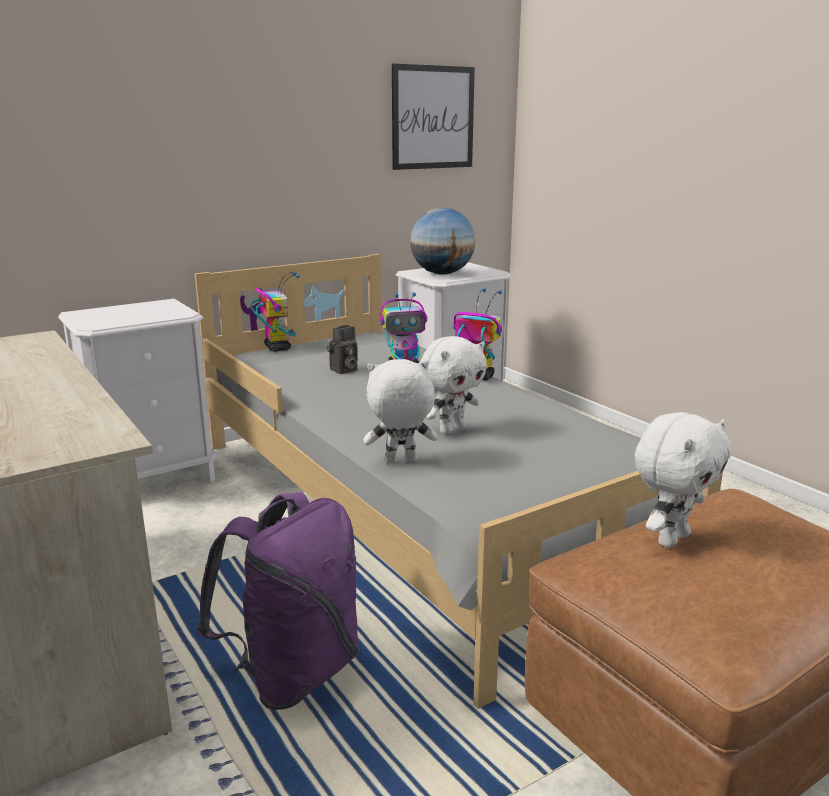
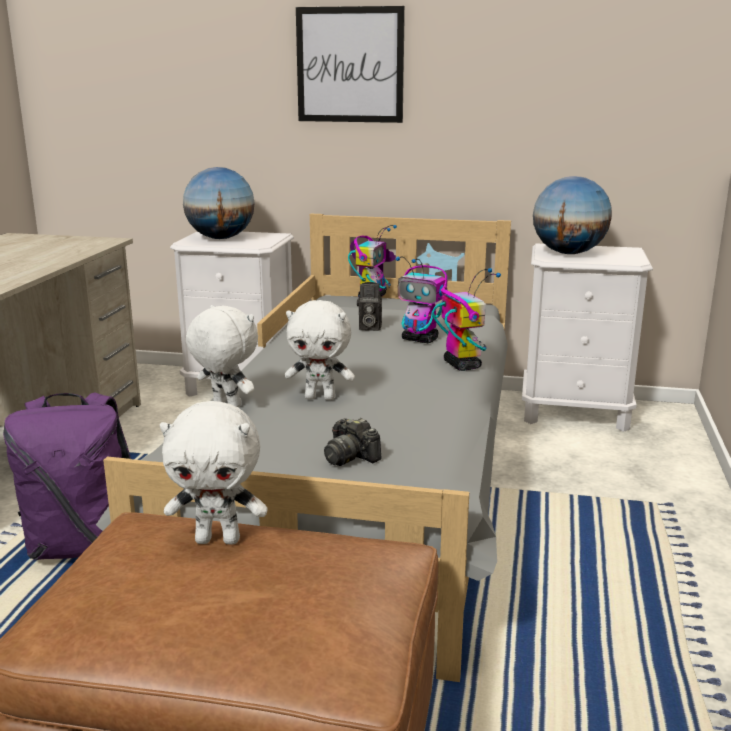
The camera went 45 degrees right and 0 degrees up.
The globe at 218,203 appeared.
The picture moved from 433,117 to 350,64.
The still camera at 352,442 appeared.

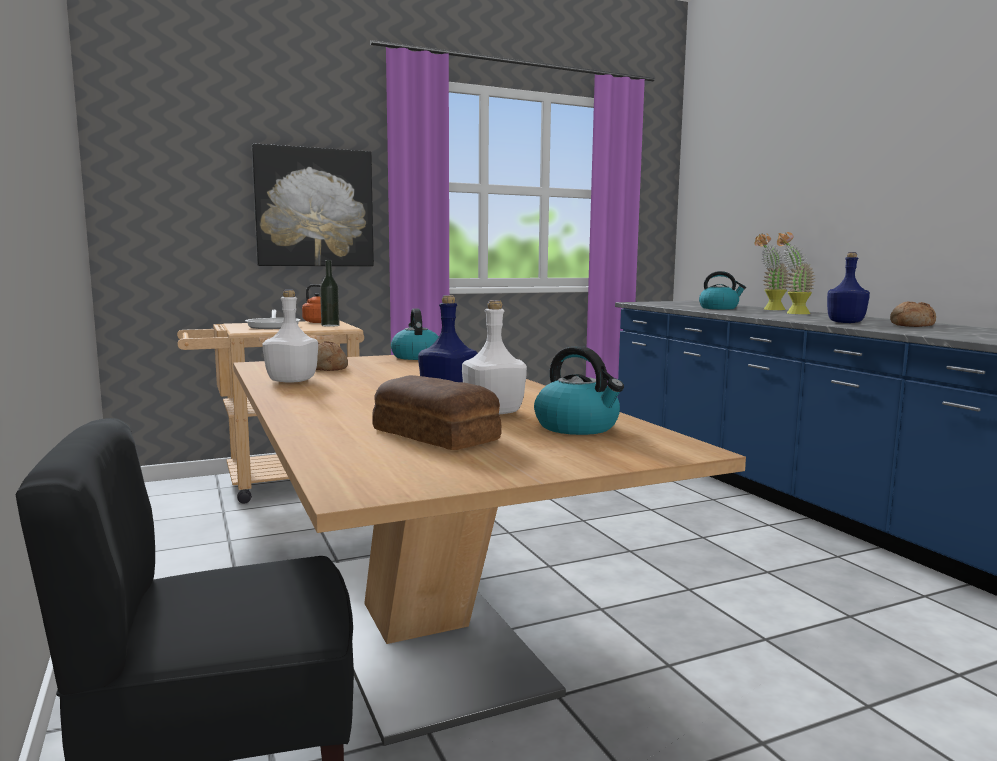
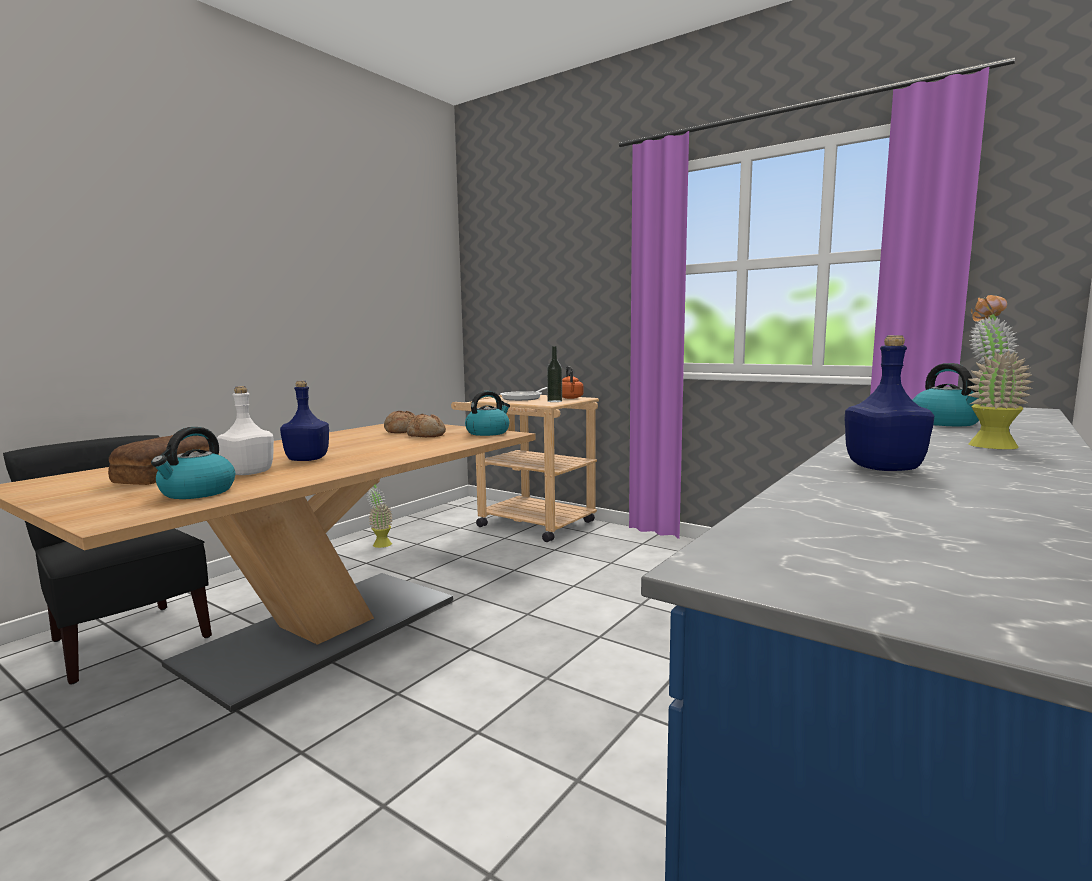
The camera went 60 degrees right and 0 degrees up.
The plant in a pot moved from 771,271 to 380,513.
The bread moved from 913,314 to 426,425.
The picture at 313,204 disappeared.
The whitish beverage bottle at 290,336 disappeared.

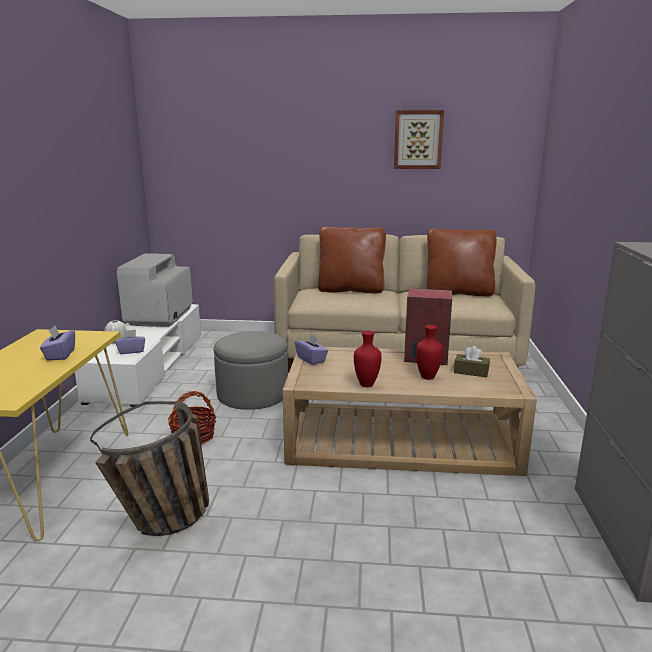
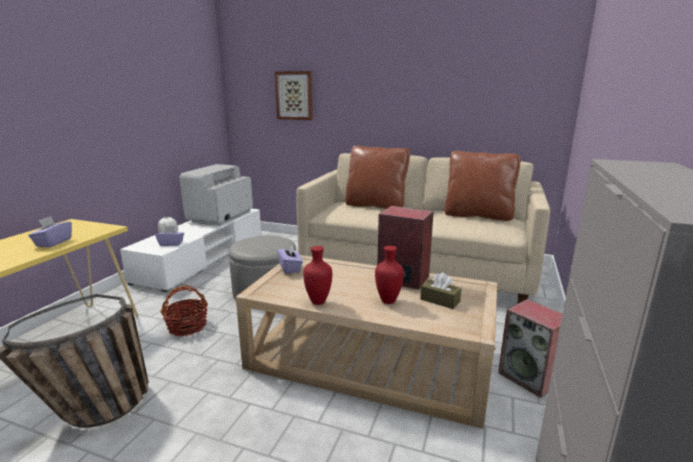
The camera went 15 degrees right and 0 degrees up.
The picture moved from 419,139 to 293,95.
The audio speaker at 530,348 appeared.

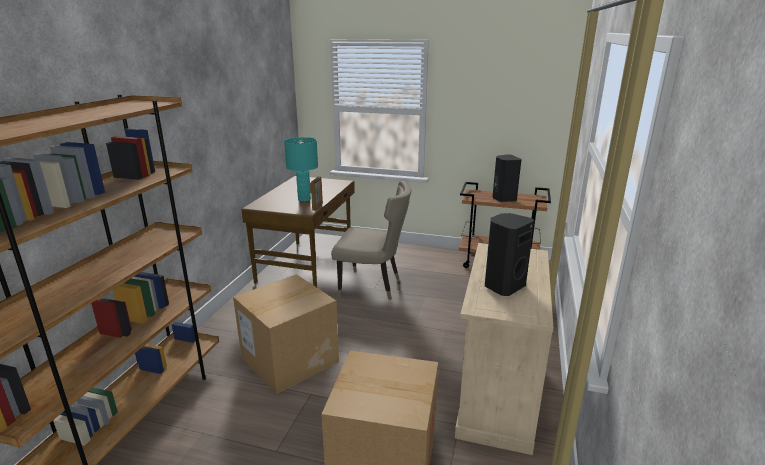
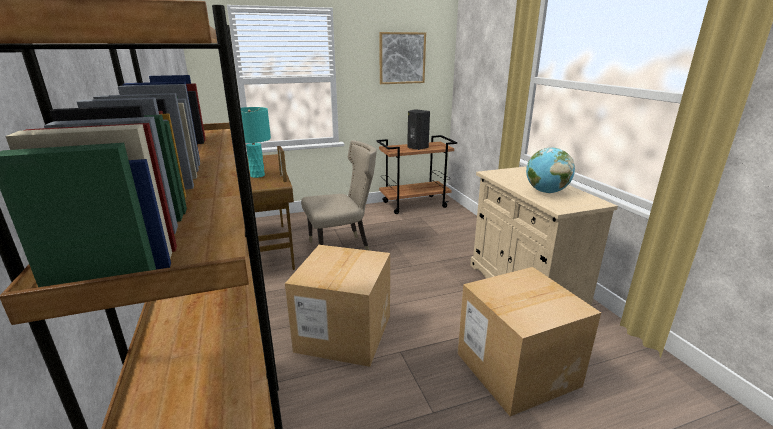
The camera went 35 degrees left and 0 degrees up.
The picture at 402,58 appeared.
The black audio speaker at 509,254 was replaced by the globe at 550,170.

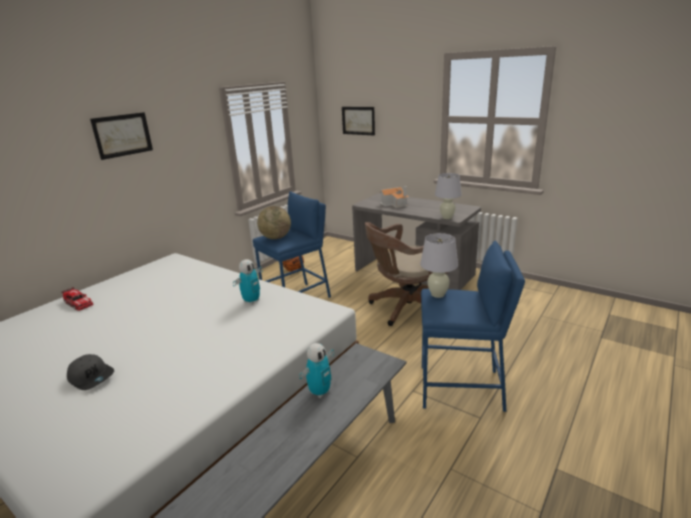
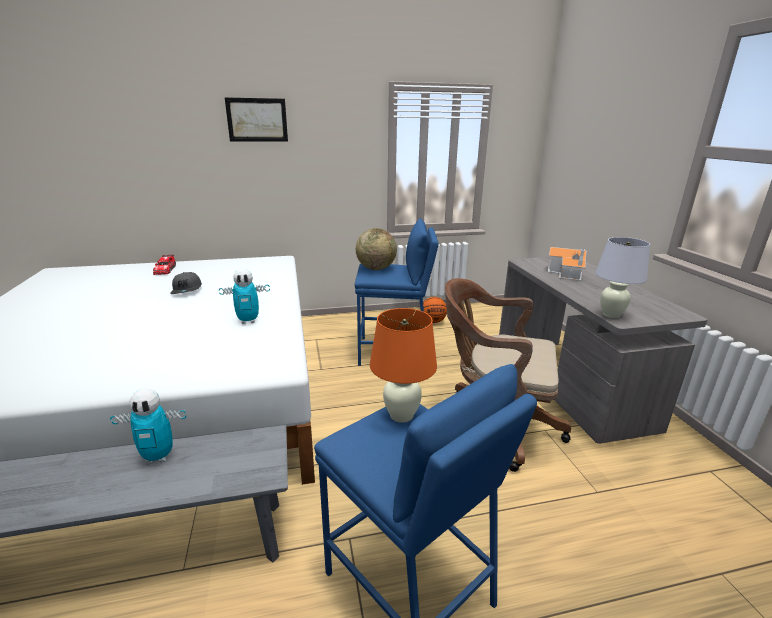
The camera went 40 degrees right and 0 degrees up.
The grey cap moved from 90,372 to 186,283.
The whitish lamp for a table at 439,265 became the orange lamp for a table at 403,365.
The picture at 358,121 disappeared.

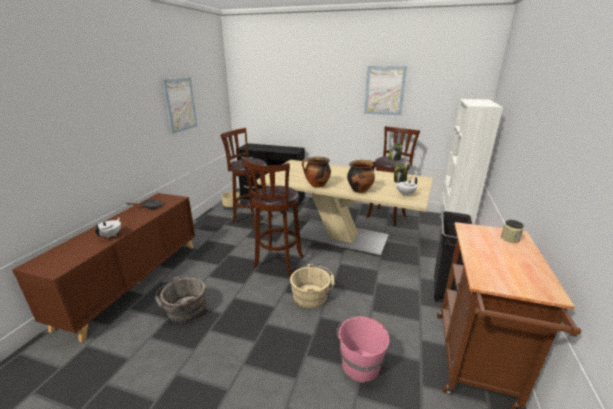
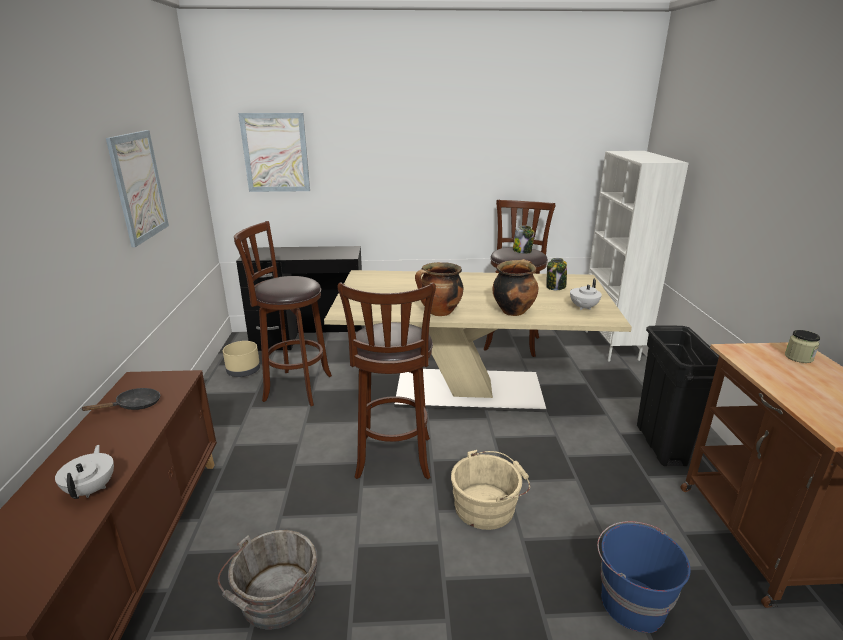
The camera went 20 degrees left and 0 degrees up.
The picture moved from 385,90 to 274,152.
The pinkish pail at 363,349 became the bluish pail at 644,577.

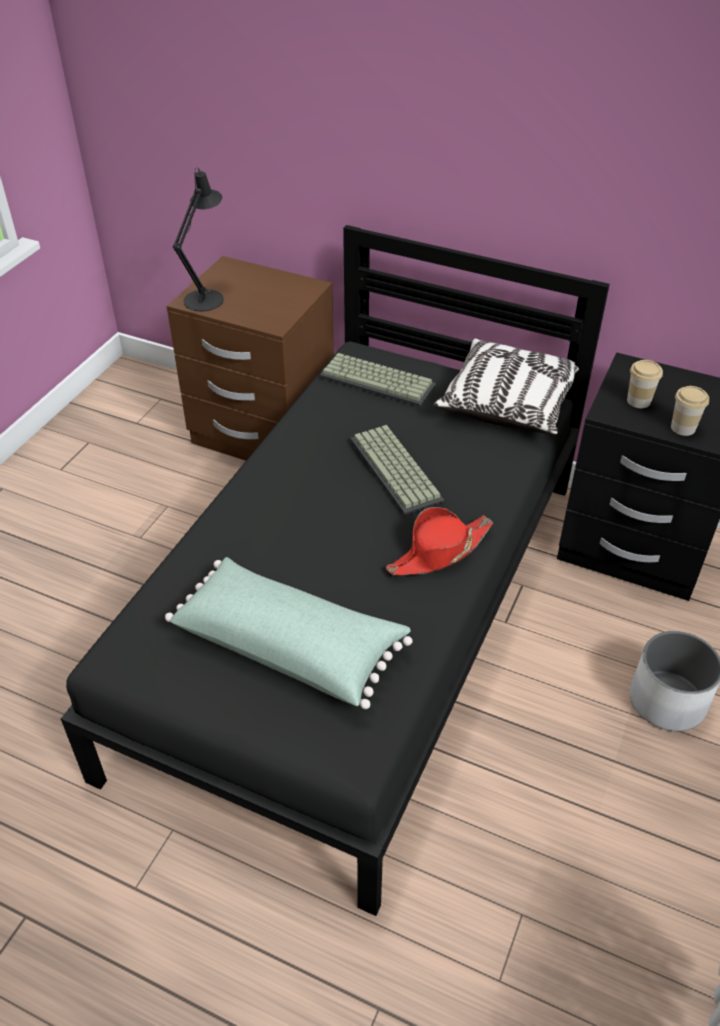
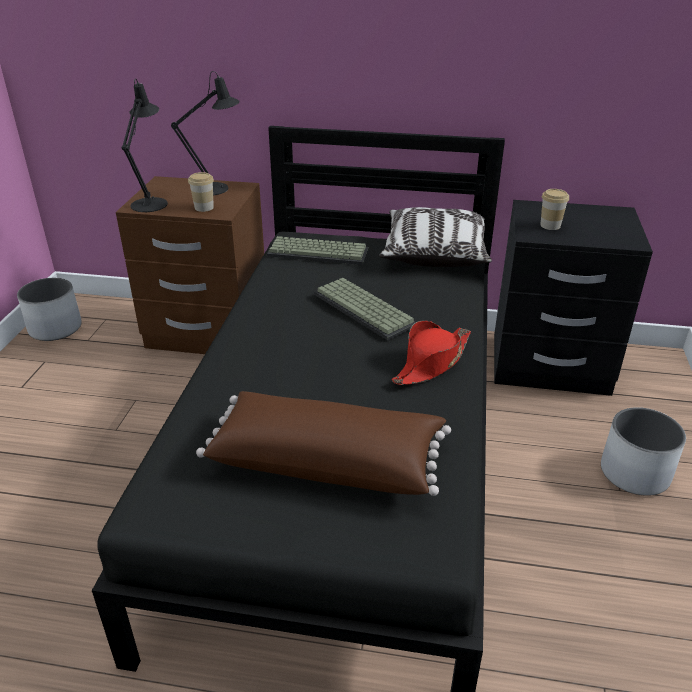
The camera went 15 degrees left and 10 degrees down.
The whitish plant pot at 49,309 appeared.
The black lamp for a table at 205,133 appeared.
The small cup moved from 690,411 to 201,192.
The green pillow at 288,633 became the brown pillow at 323,443.

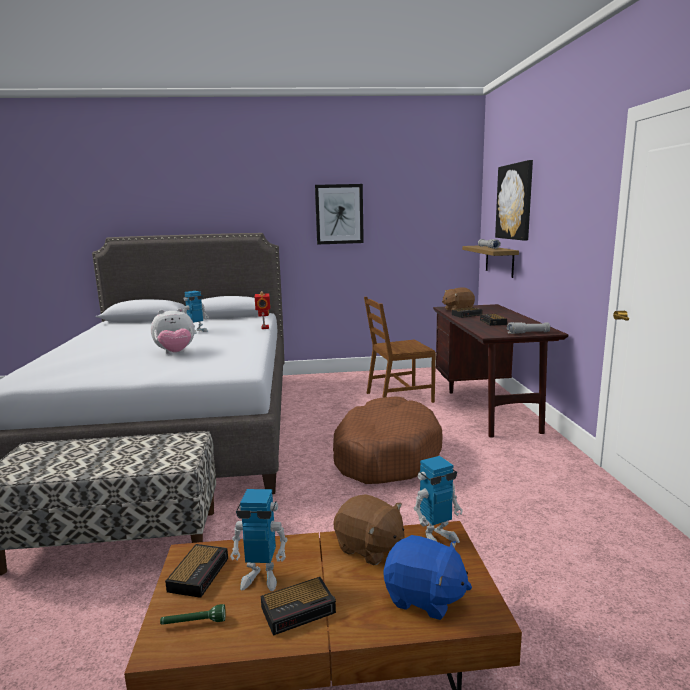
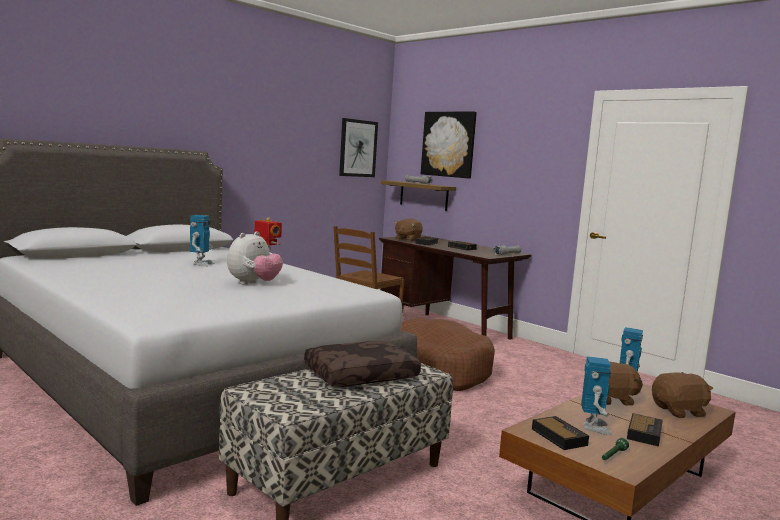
The camera went 40 degrees left and 5 degrees down.
The brown pillow at 362,364 appeared.
The picture moved from 339,214 to 358,147.
The model robot at 259,540 turned 45 degrees counterclockwise.
The bluish cuddly toy at 428,577 became the brown cuddly toy at 682,395.

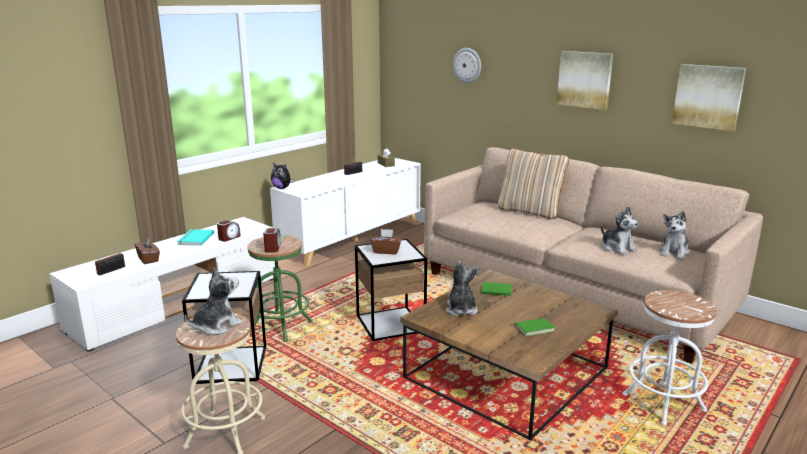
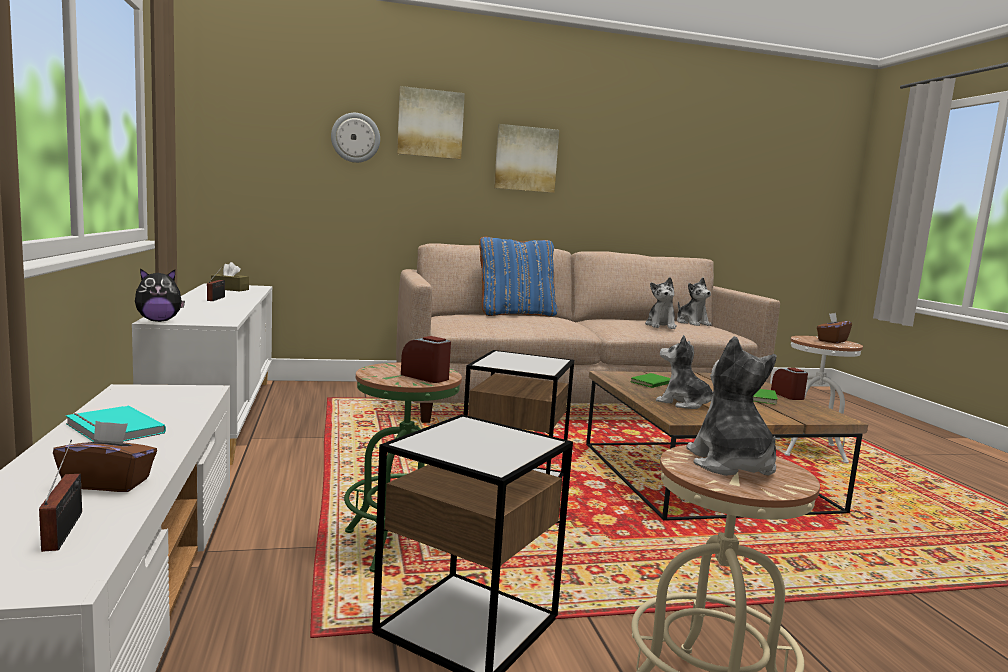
The camera went 55 degrees left and 10 degrees down.
The picture moved from 709,97 to 431,122.
The beige-coloured pillow at 533,183 became the bluish pillow at 518,277.
The cuddly toy at 619,230 turned 90 degrees clockwise.
The alarm clock moved from 229,231 to 789,384.
The brown tissue holder moved from 386,241 to 834,328.

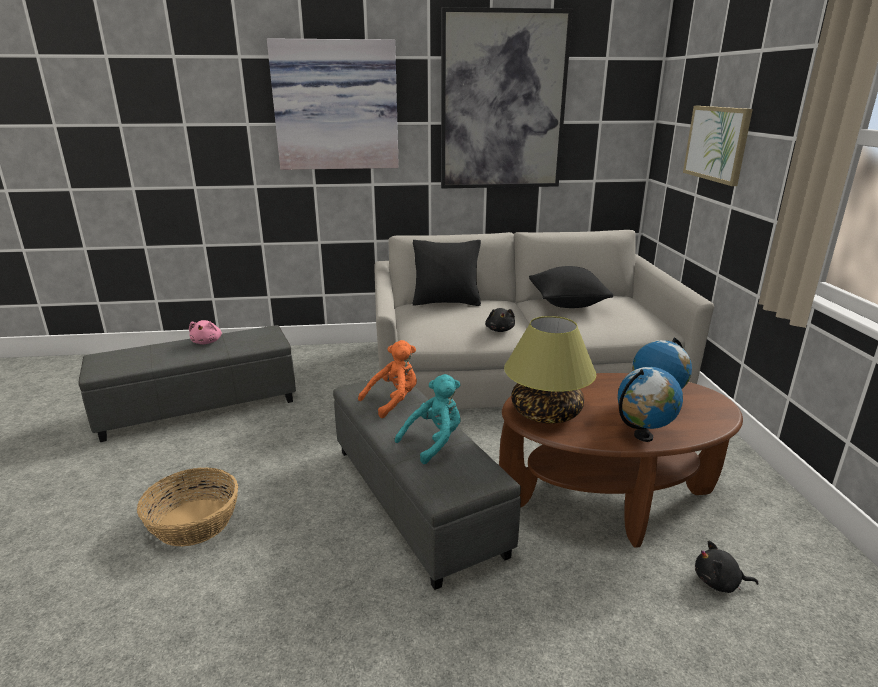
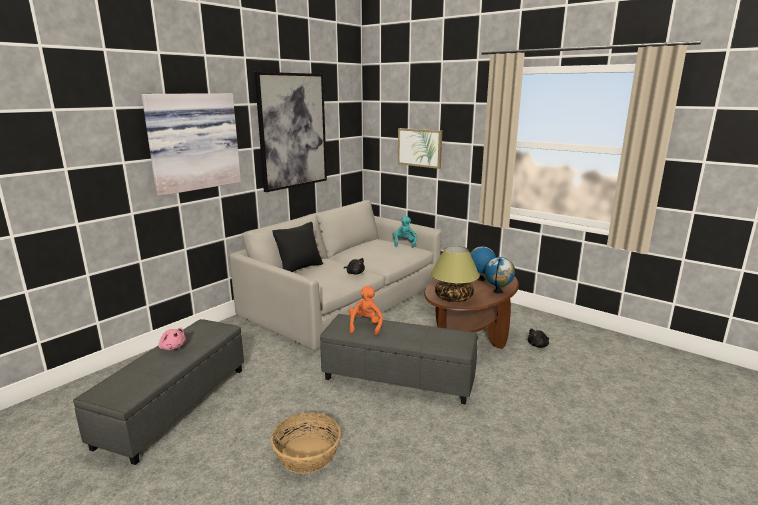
The camera went 45 degrees left and 5 degrees down.
The blue-green cuddly toy moved from 428,419 to 404,232.
The black pillow at 571,287 disappeared.

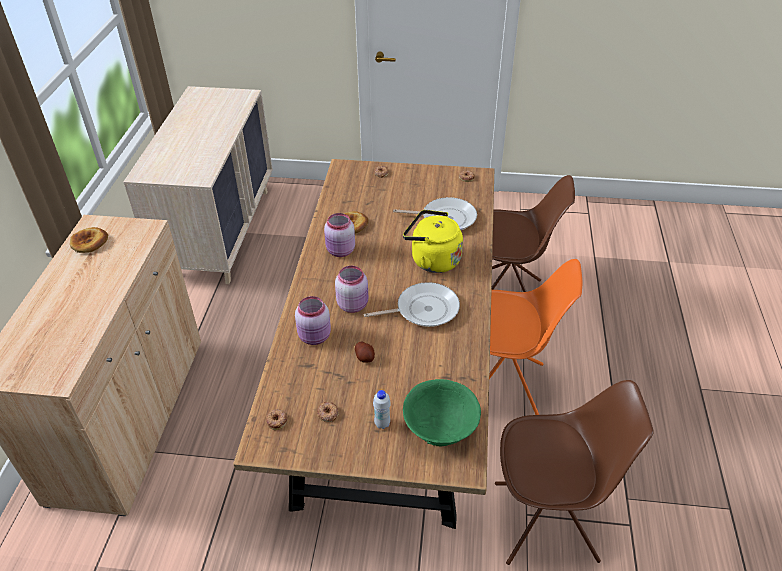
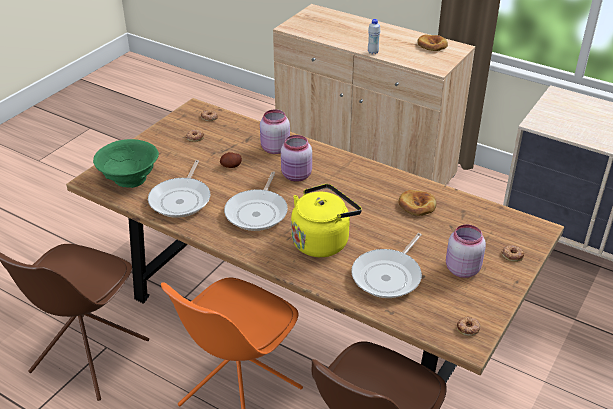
The camera went 115 degrees right and 5 degrees down.
The pan at 179,189 appeared.
The whitish beverage bottle moved from 382,409 to 374,36.
The pinkish storage jar moved from 339,235 to 466,251.

